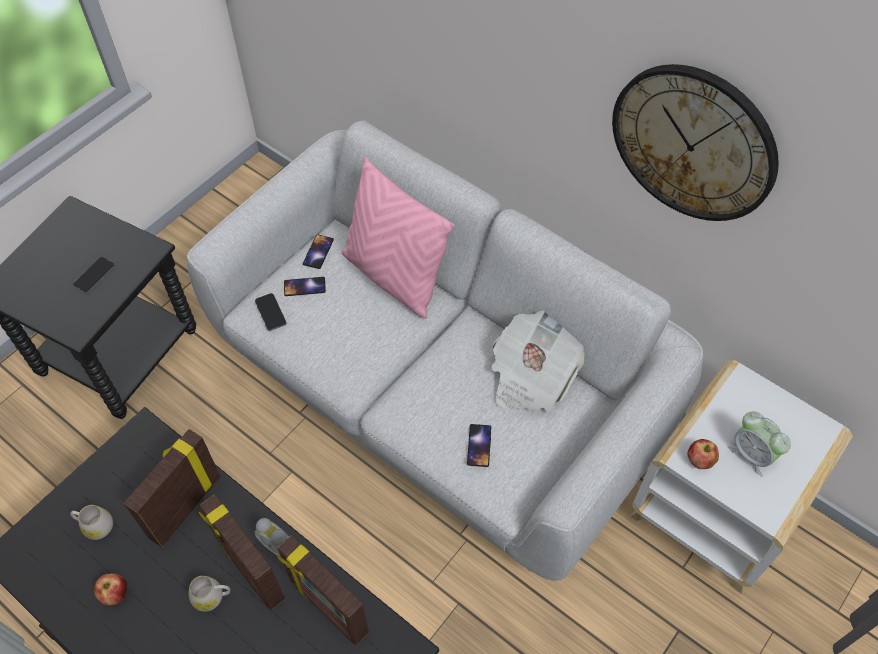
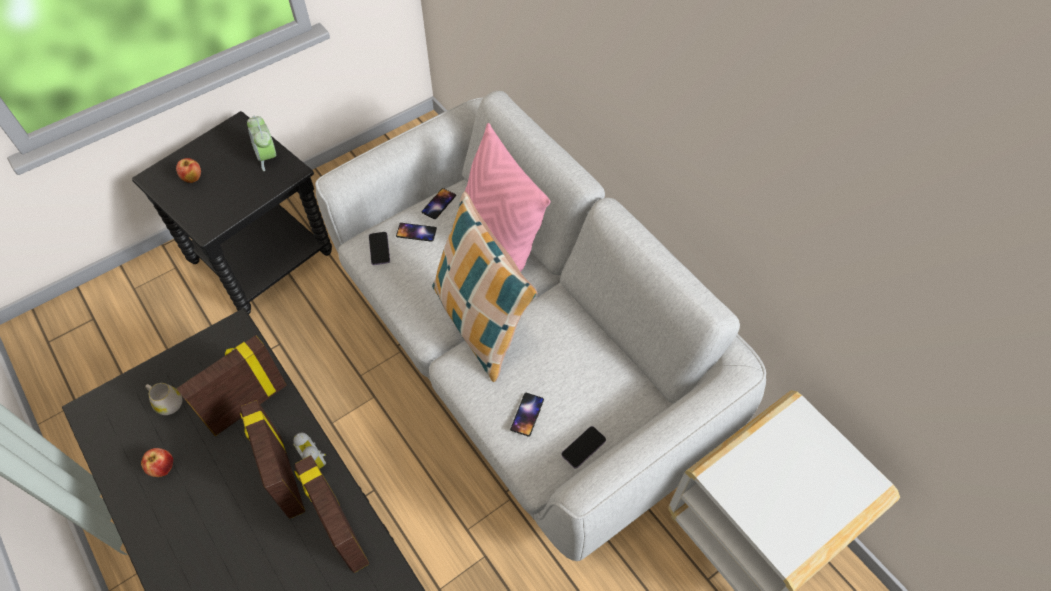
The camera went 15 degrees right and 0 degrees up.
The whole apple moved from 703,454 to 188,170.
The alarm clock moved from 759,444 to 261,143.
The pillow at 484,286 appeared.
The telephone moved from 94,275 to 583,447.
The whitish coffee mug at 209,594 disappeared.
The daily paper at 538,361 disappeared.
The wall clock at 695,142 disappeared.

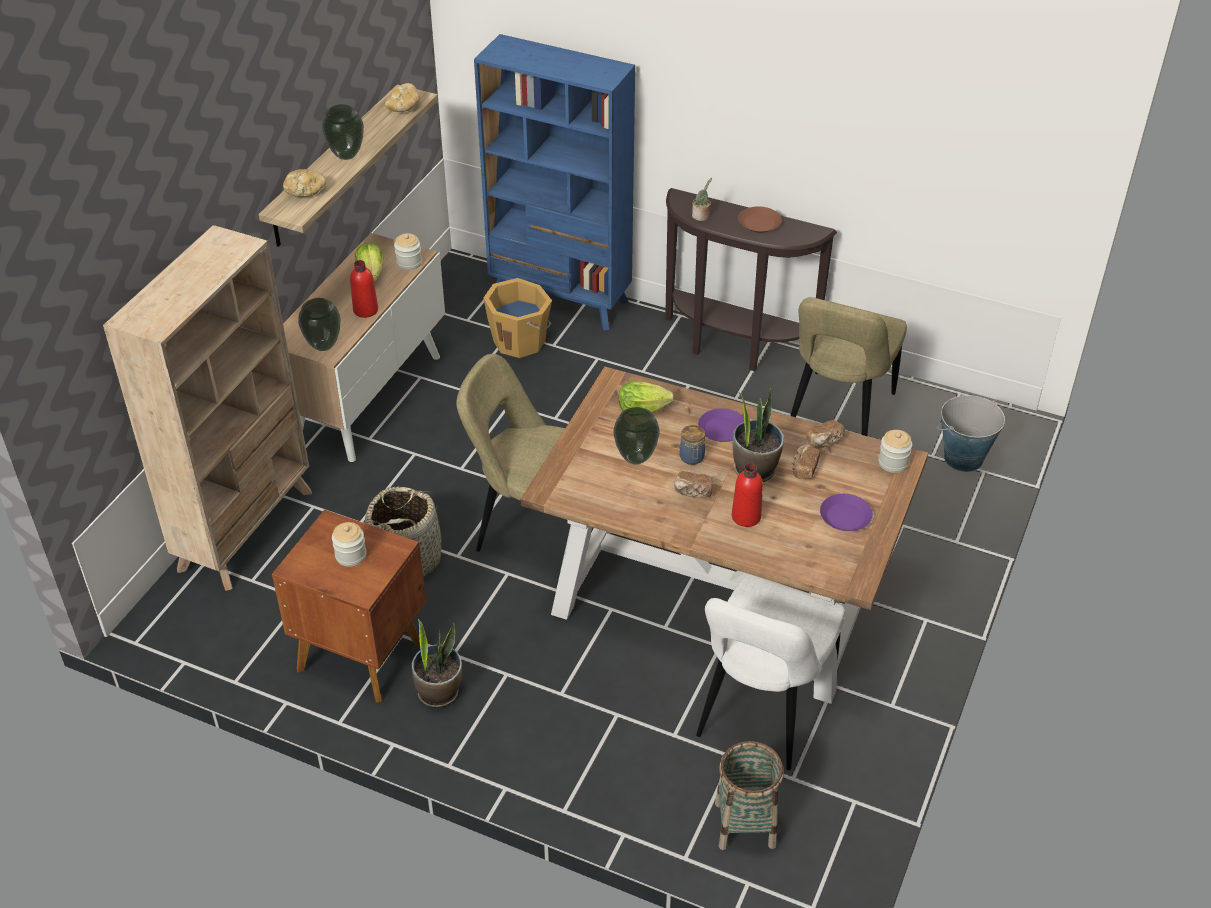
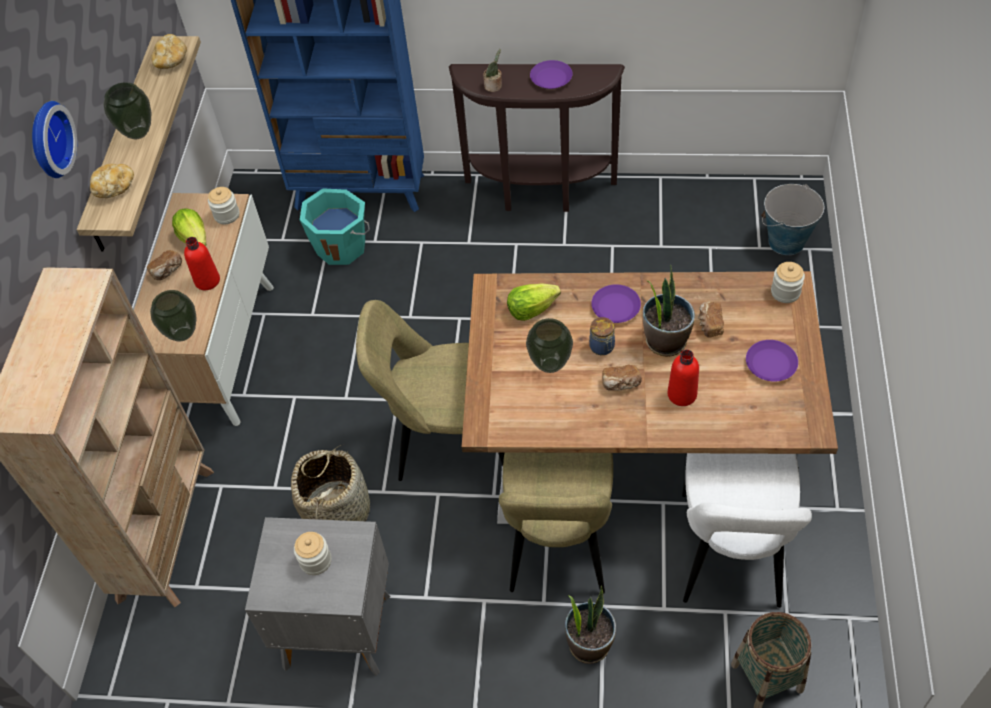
The camera went 15 degrees left and 10 degrees up.
The wall clock at 54,139 appeared.
The bread moved from 825,434 to 164,265.
The brown bedside table at 349,606 became the grey bedside table at 318,596.
The orange pail at 518,318 became the blue-green pail at 335,226.
The beige-coloured upright chair moved from 848,366 to 556,523.
The brown plate at 760,219 became the purple-coloured plate at 551,74.
The plant in a pot moved from 437,663 to 590,624.

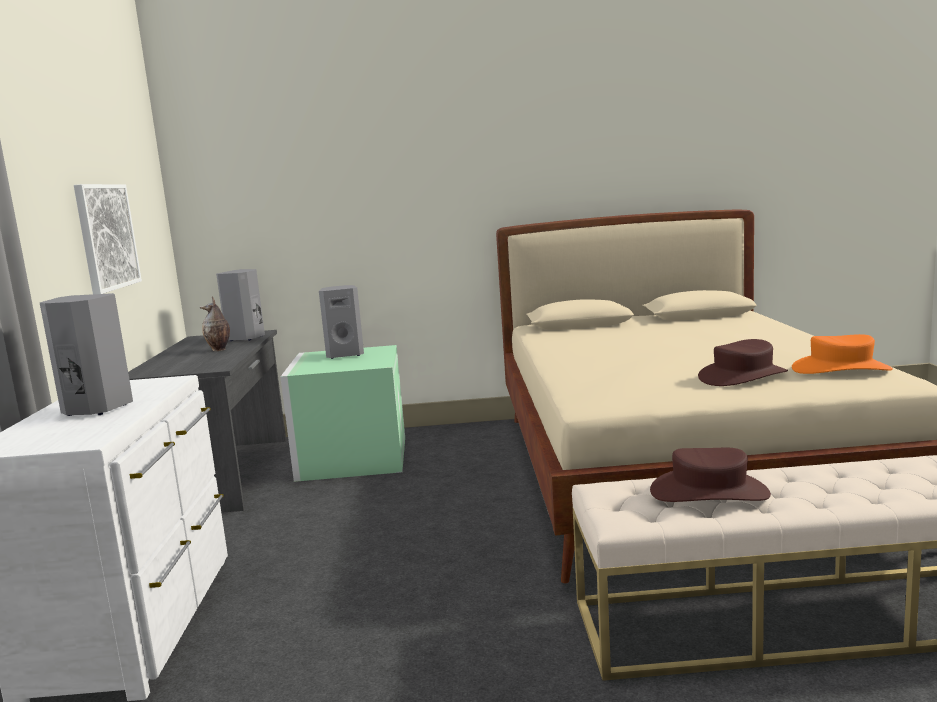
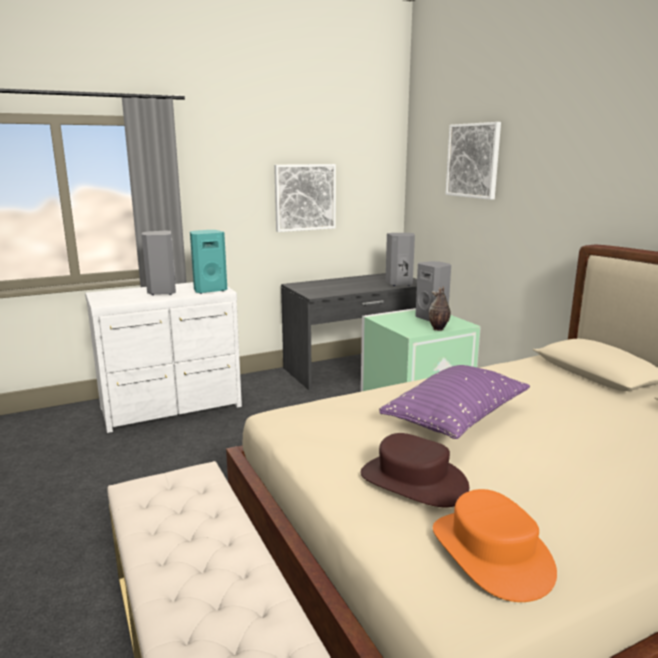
The camera went 65 degrees right and 5 degrees up.
The blue-green audio speaker at 208,262 appeared.
The purple-coloured pillow at 454,402 appeared.
The vase moved from 215,323 to 439,308.
The picture at 473,161 appeared.
The brown clothing hat at 710,475 disappeared.

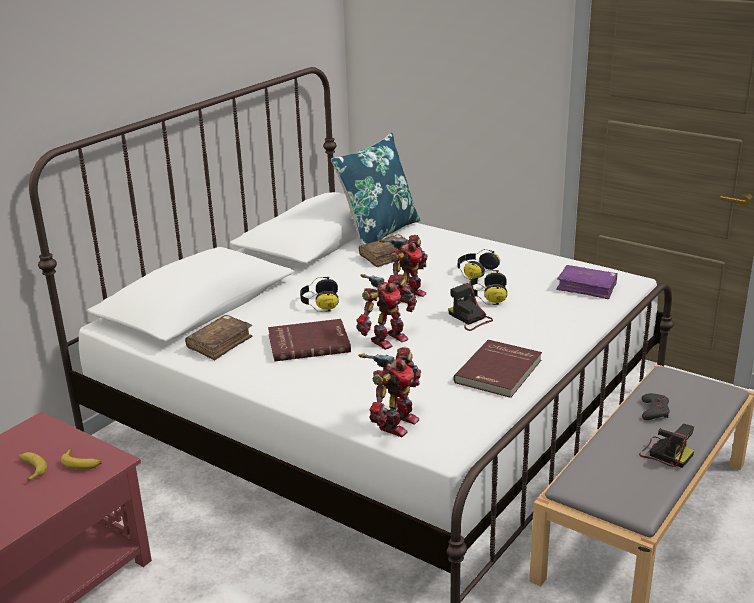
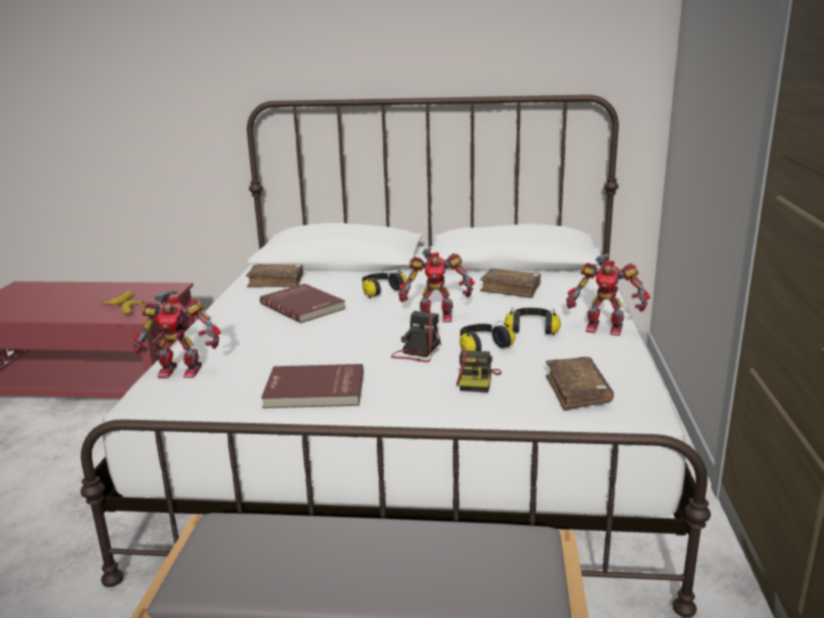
The camera went 60 degrees right and 5 degrees down.
The still camera moved from 666,446 to 479,371.
The purple-coloured book at 586,282 became the brown book at 580,384.
The model robot moved from 386,312 to 608,295.
The bluish pillow at 375,189 disappeared.
The grey game controller at 655,406 disappeared.

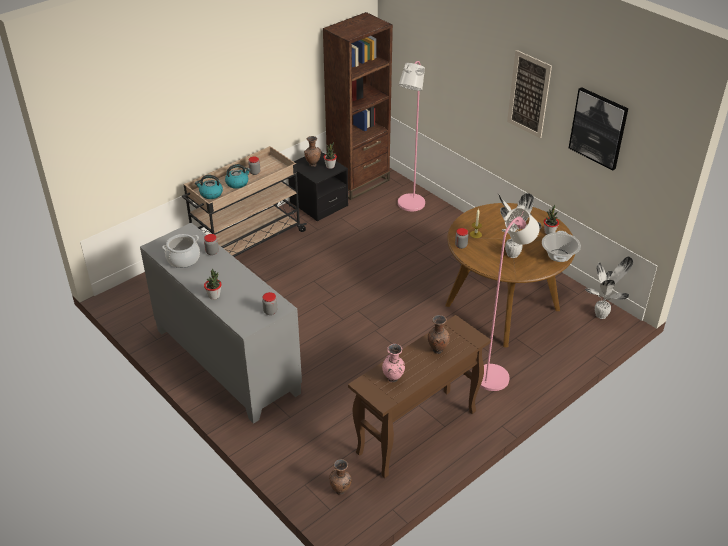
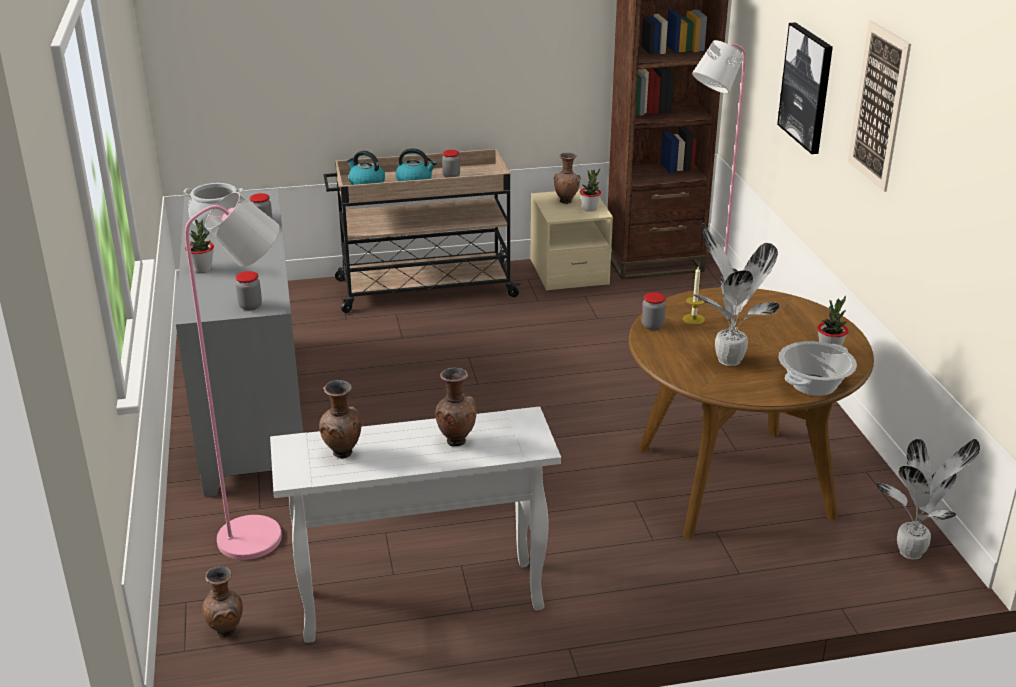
The camera went 30 degrees right and 10 degrees down.
The pinkish standard lamp moved from 509,299 to 233,376.
The brown hall table at 419,396 became the whitish hall table at 415,525.
The pinkish vase at 393,363 became the brown vase at 340,419.
The black bedside table at 318,186 became the beige-coloured bedside table at 571,240.
The picture moved from 598,128 to 805,88.

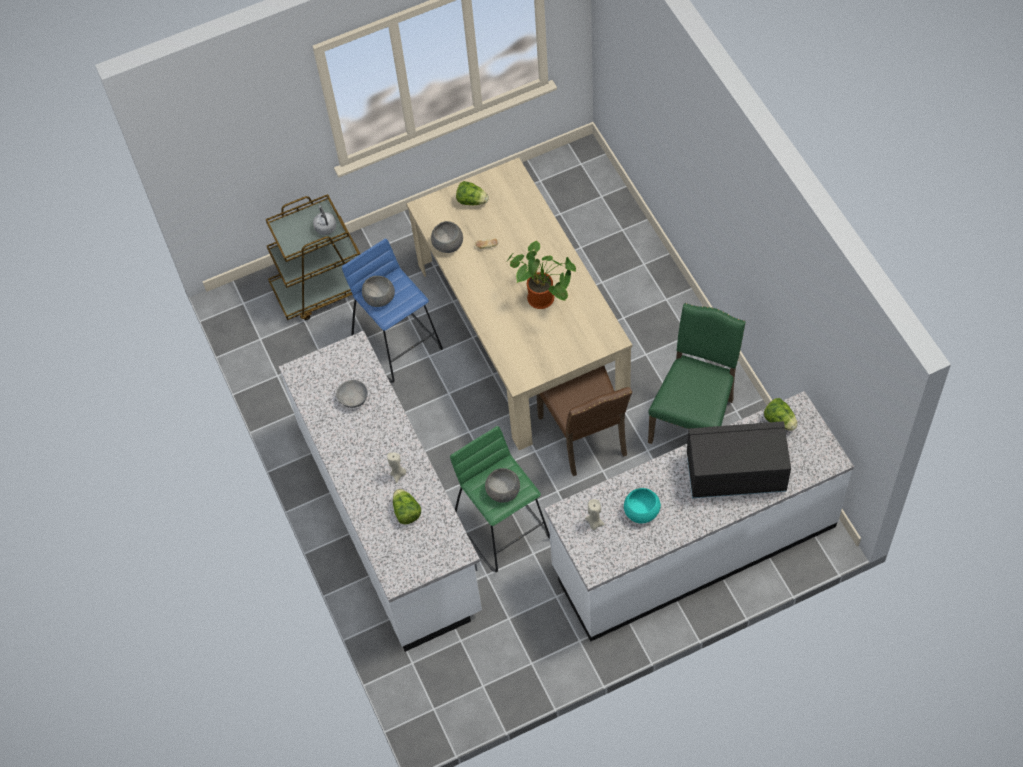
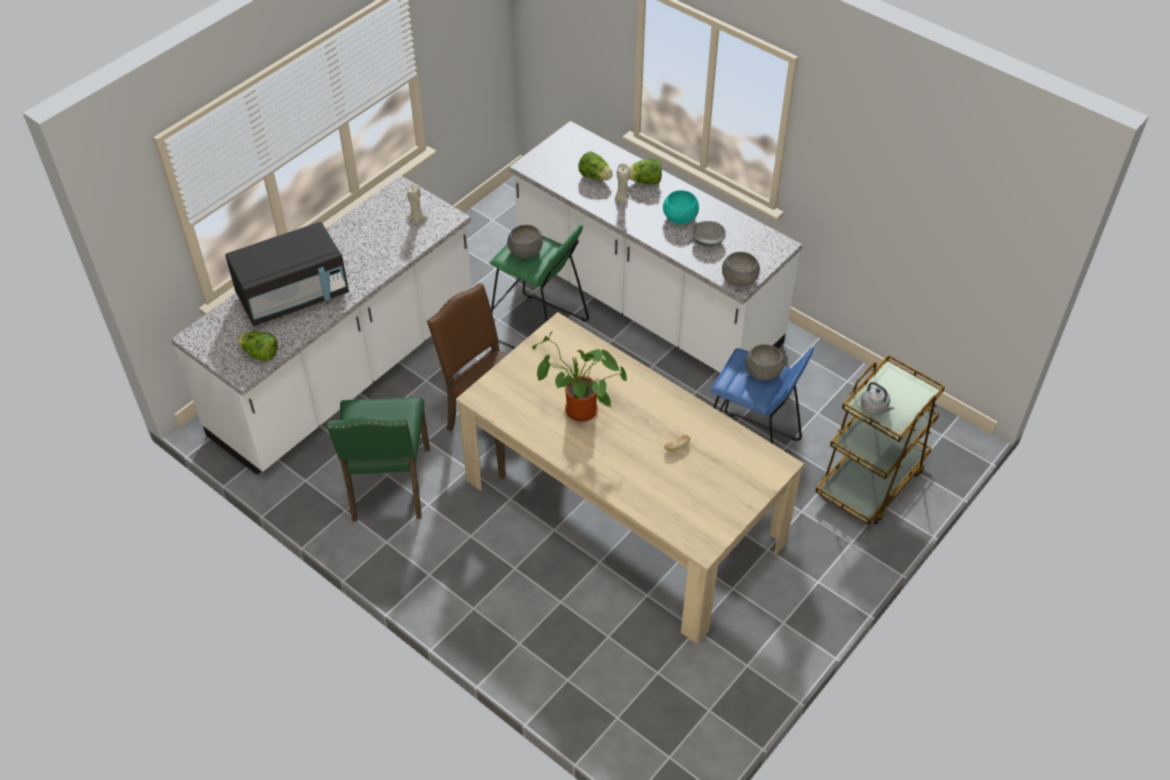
The camera went 150 degrees right and 10 degrees down.
The head of lettuce moved from 472,193 to 645,171.
The blue-green bowl moved from 642,505 to 681,207.
The grey bowl moved from 447,237 to 741,269.

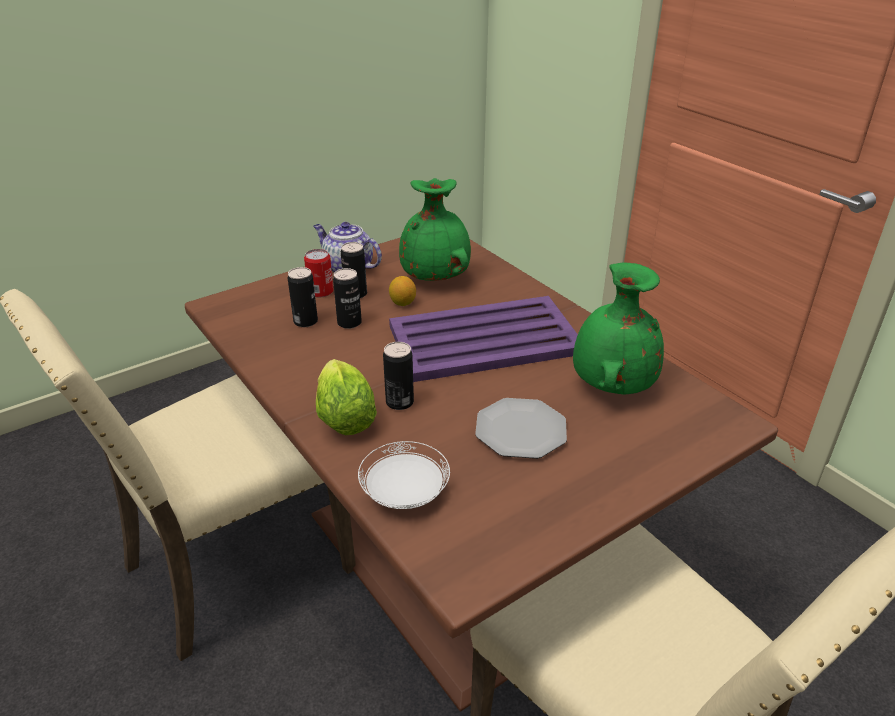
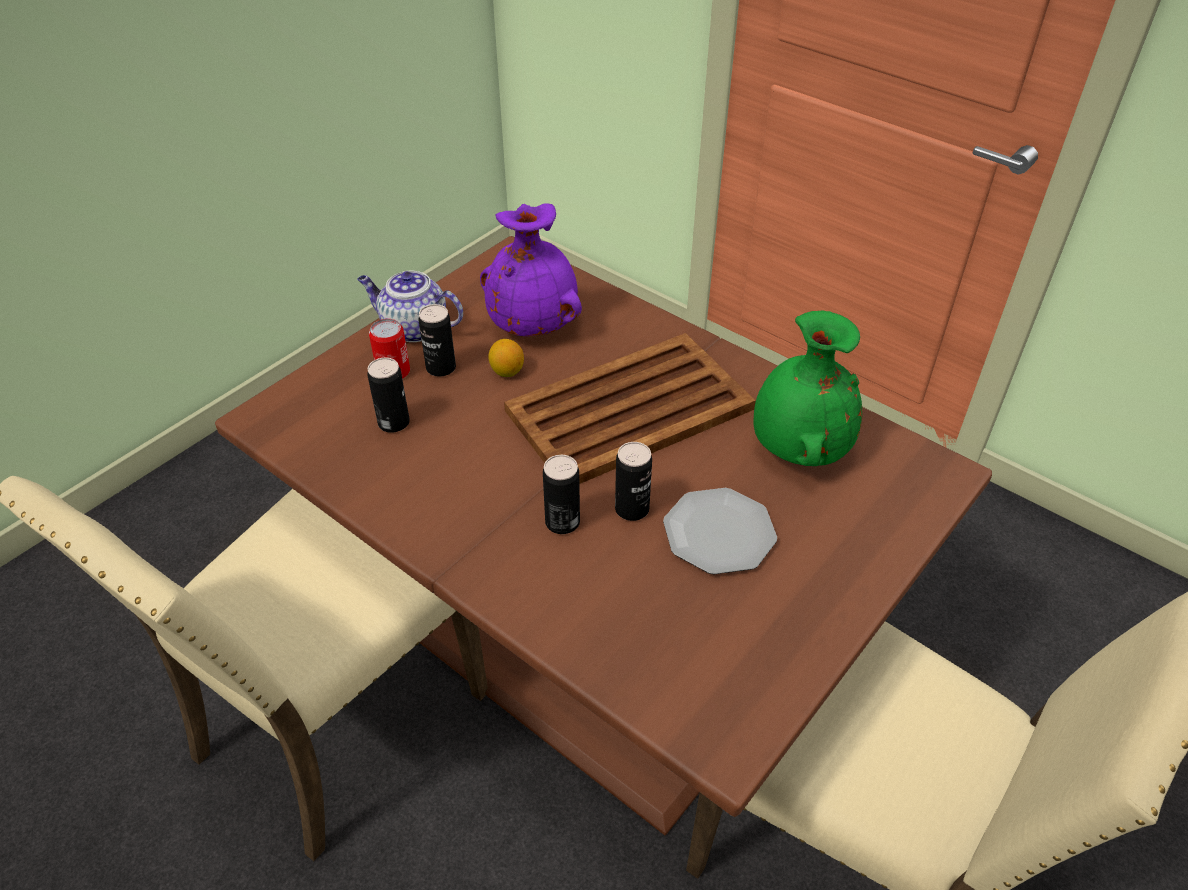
The camera went 15 degrees left and 10 degrees up.
The green vase at 435,229 became the purple-coloured vase at 531,269.
The purple-coloured tray at 483,339 became the brown tray at 630,408.
The can moved from 347,298 to 633,481.
The head of lettuce at 346,397 disappeared.
The whitish plate at 404,475 disappeared.

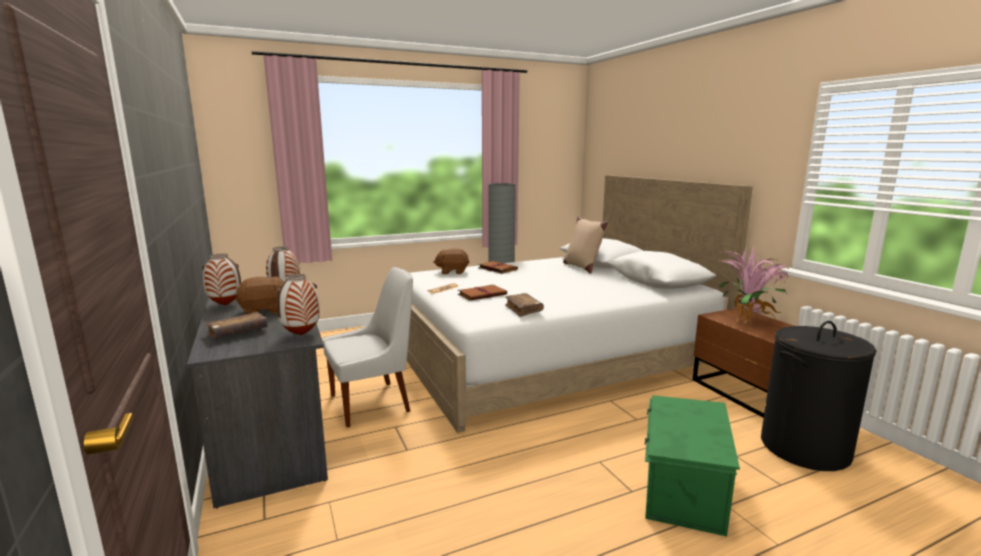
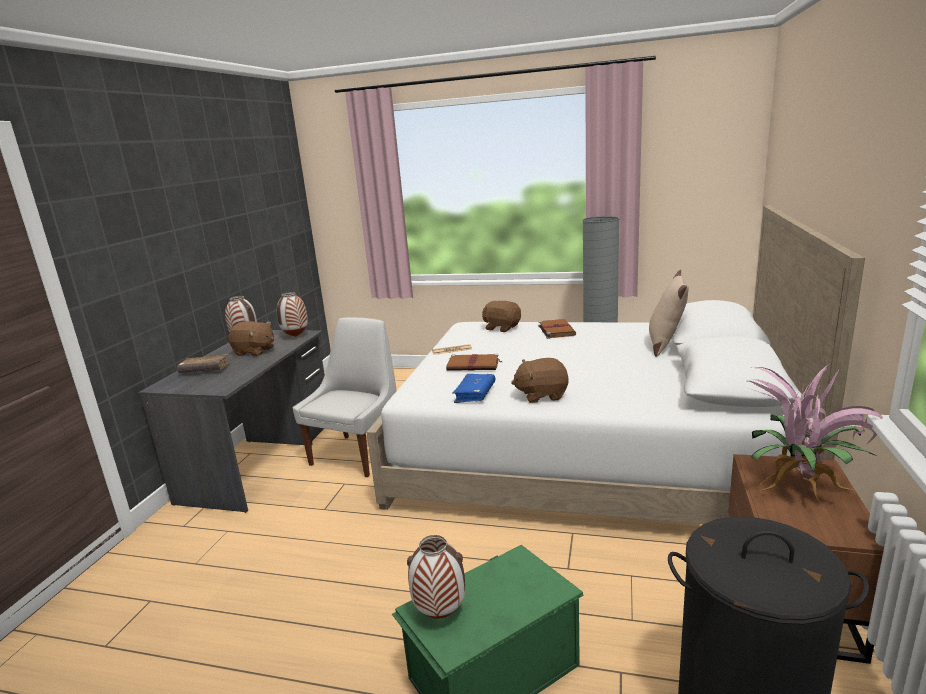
The camera went 40 degrees right and 5 degrees up.
The whitish upright chair at 368,347 turned 75 degrees counterclockwise.
The vase moved from 298,304 to 436,577.
The brown book at 524,305 became the bluish book at 473,388.
The brown cuddly toy at 539,380 appeared.

